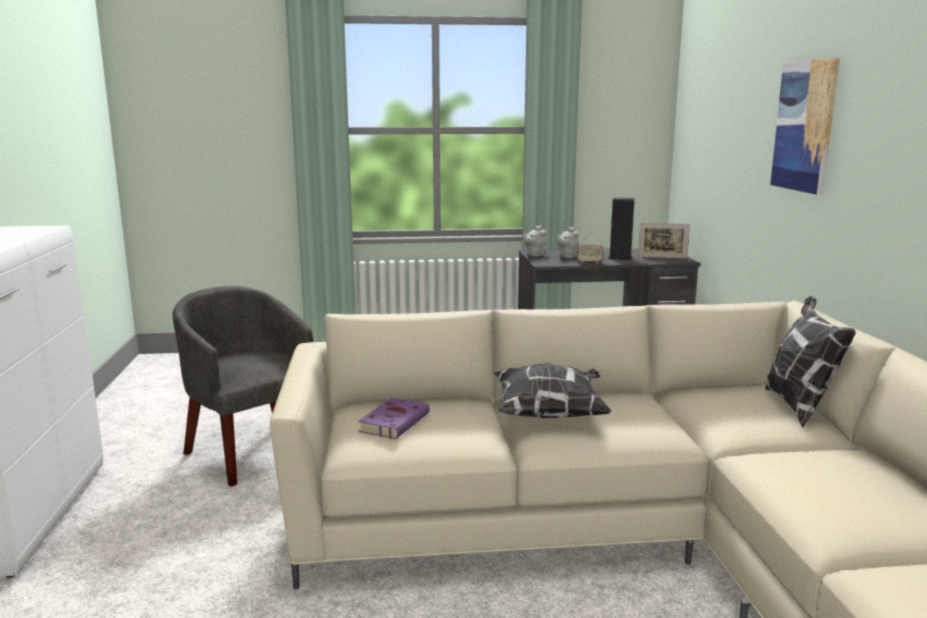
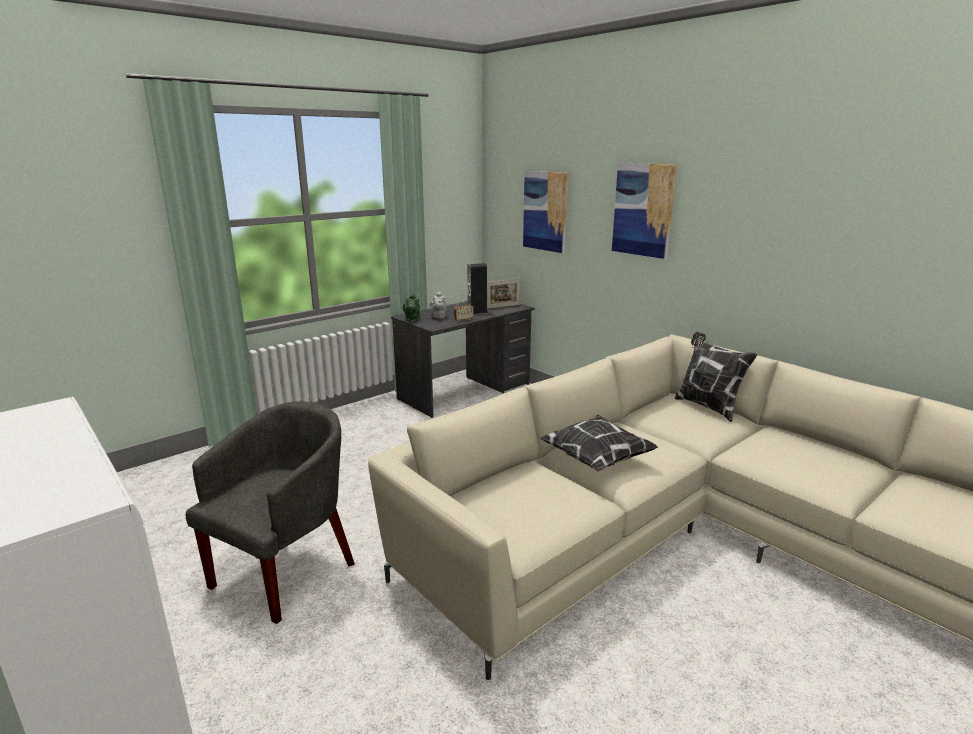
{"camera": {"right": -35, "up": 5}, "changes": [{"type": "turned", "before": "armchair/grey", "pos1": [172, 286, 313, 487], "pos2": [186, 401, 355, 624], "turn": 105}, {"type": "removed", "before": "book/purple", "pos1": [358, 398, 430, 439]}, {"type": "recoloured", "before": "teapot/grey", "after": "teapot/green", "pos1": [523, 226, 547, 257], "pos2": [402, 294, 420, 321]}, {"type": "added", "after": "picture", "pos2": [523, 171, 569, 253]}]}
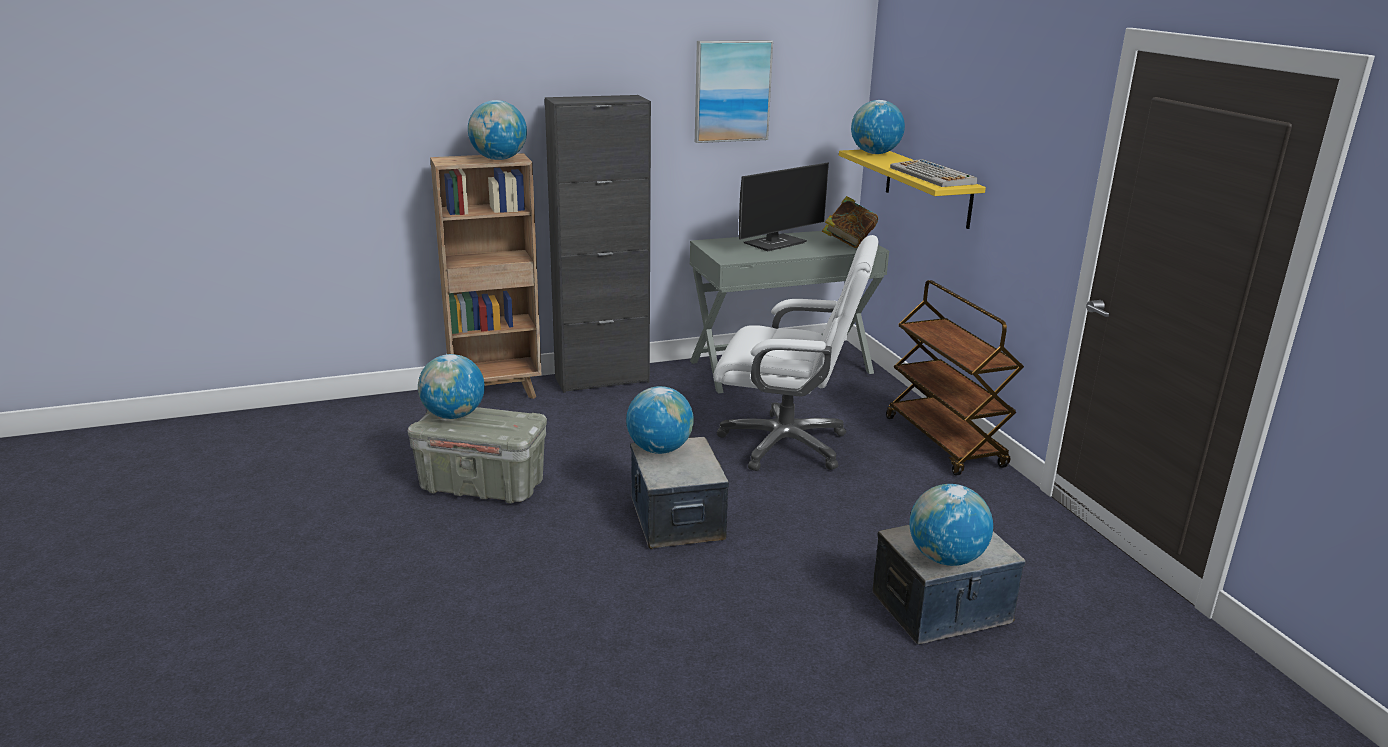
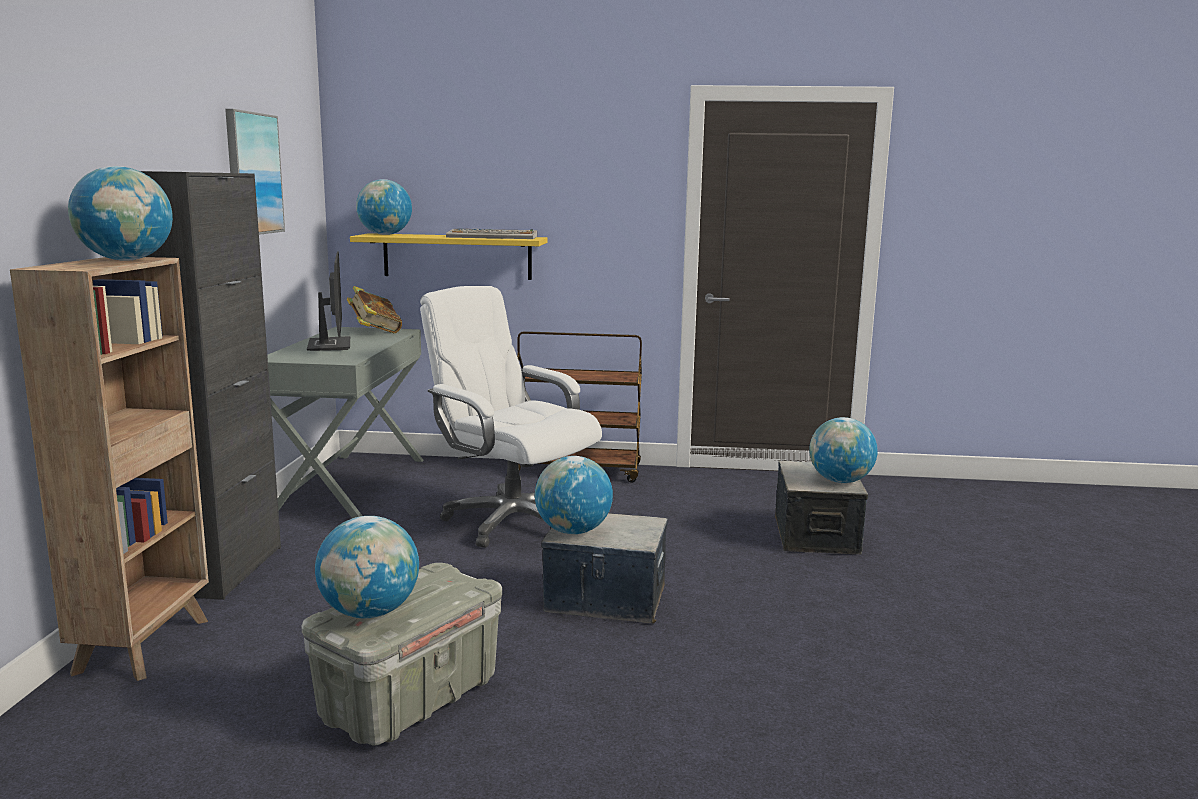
{"camera": {"right": -65, "up": -10}, "changes": [{"type": "turned", "before": "office chair/white", "pos1": [713, 235, 878, 471], "pos2": [420, 286, 602, 548], "turn": -90}]}
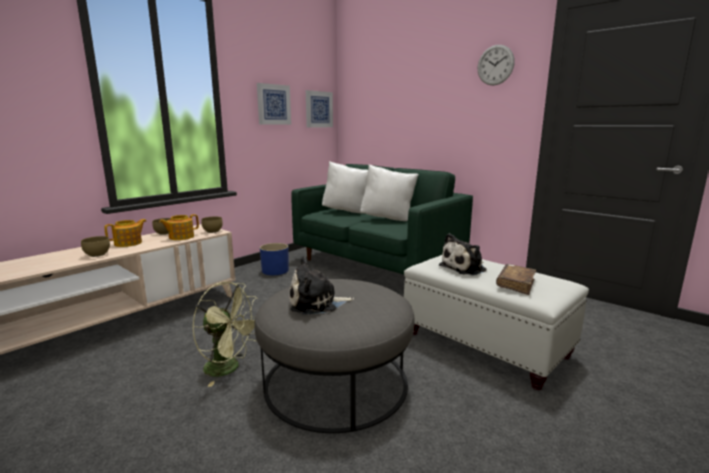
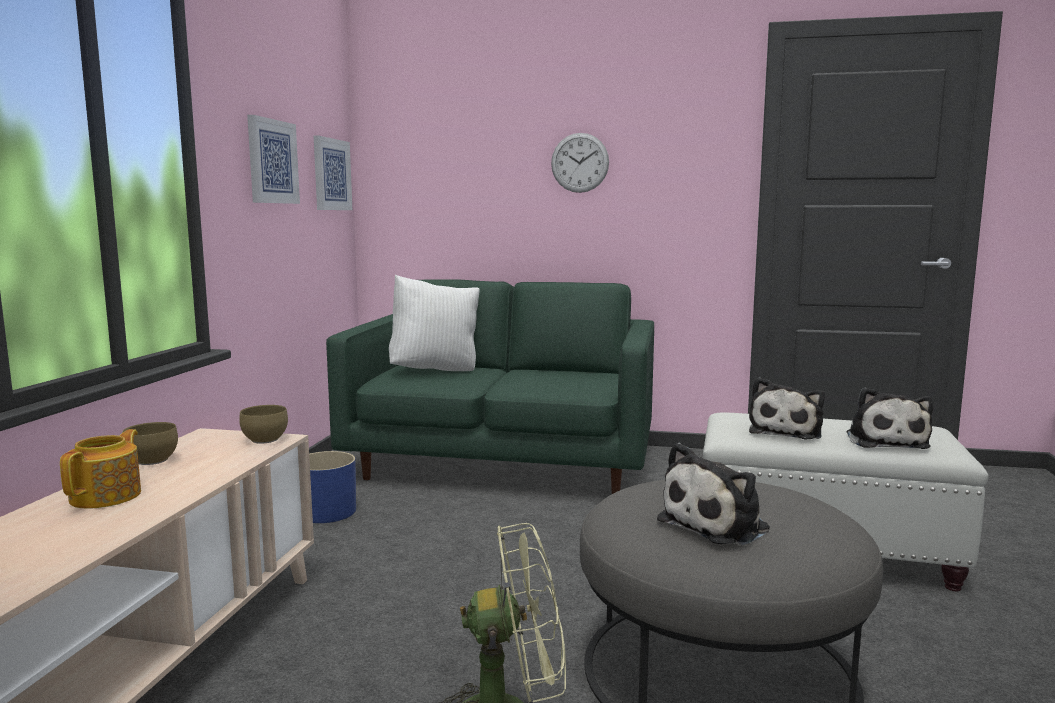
{"camera": {"right": -30, "up": -5}, "changes": [{"type": "removed", "before": "bowl/brown", "pos1": [81, 236, 110, 257]}, {"type": "removed", "before": "teapot", "pos1": [159, 214, 199, 240]}, {"type": "removed", "before": "pillow/white", "pos1": [360, 164, 419, 221]}, {"type": "moved", "before": "wall clock", "pos1": [478, 45, 515, 85], "pos2": [551, 133, 609, 193]}, {"type": "replaced", "before": "book/brown", "after": "plush toy", "pos1": [496, 264, 536, 295], "pos2": [847, 387, 933, 449]}]}
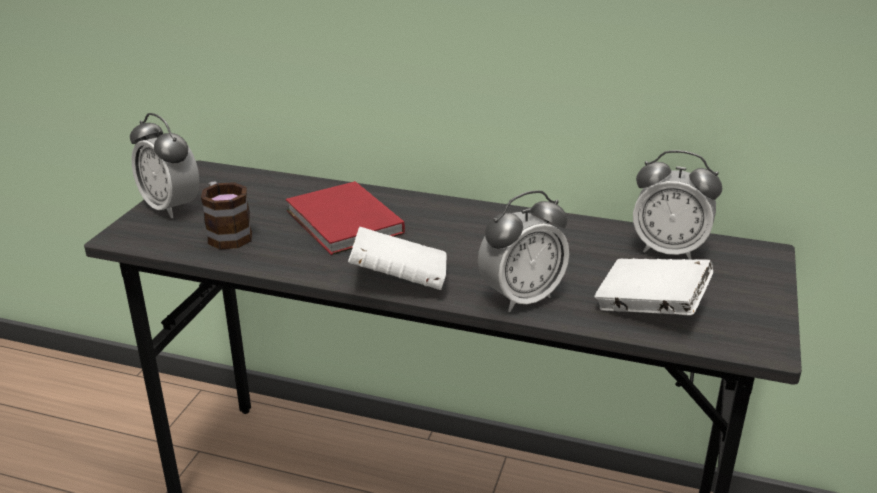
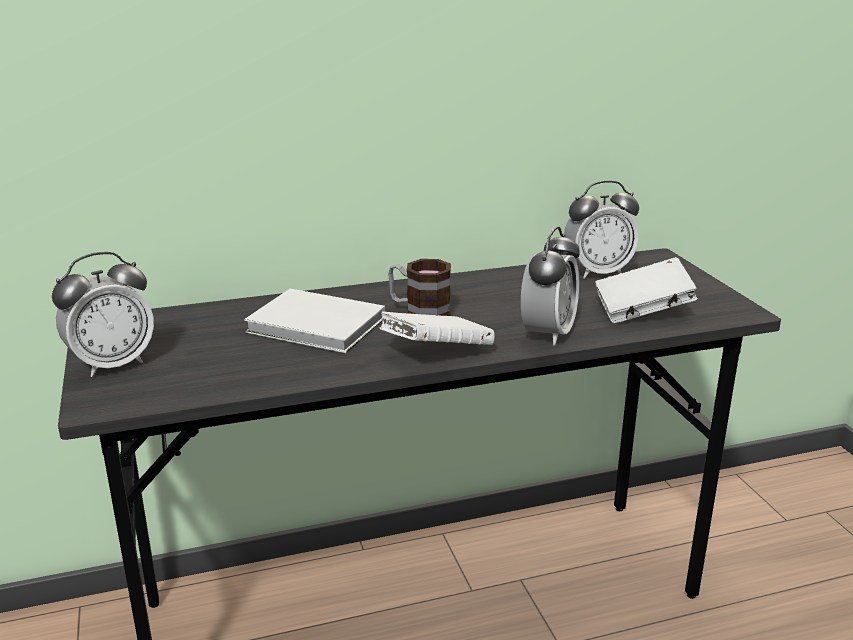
{"camera": {"right": -35, "up": -5}, "changes": [{"type": "turned", "before": "alarm clock", "pos1": [130, 113, 199, 218], "pos2": [52, 252, 154, 377], "turn": -45}, {"type": "moved", "before": "mug", "pos1": [201, 182, 252, 249], "pos2": [388, 259, 451, 316]}, {"type": "recoloured", "before": "book/red", "after": "book/white", "pos1": [286, 181, 405, 255], "pos2": [244, 289, 385, 353]}]}
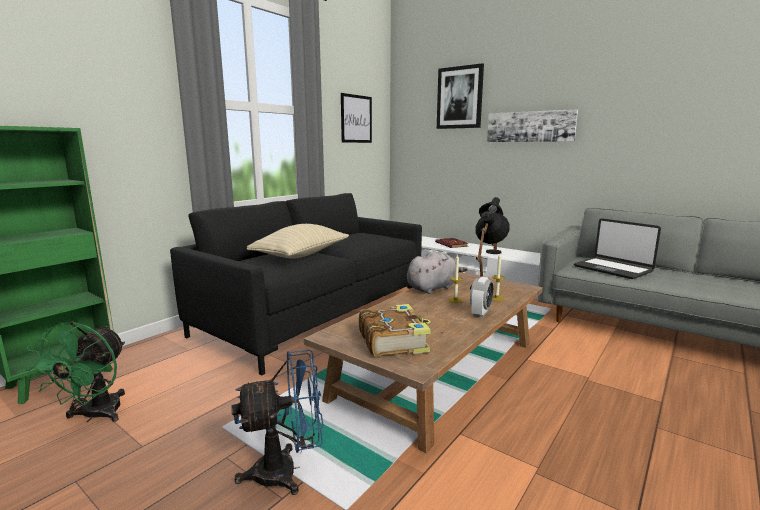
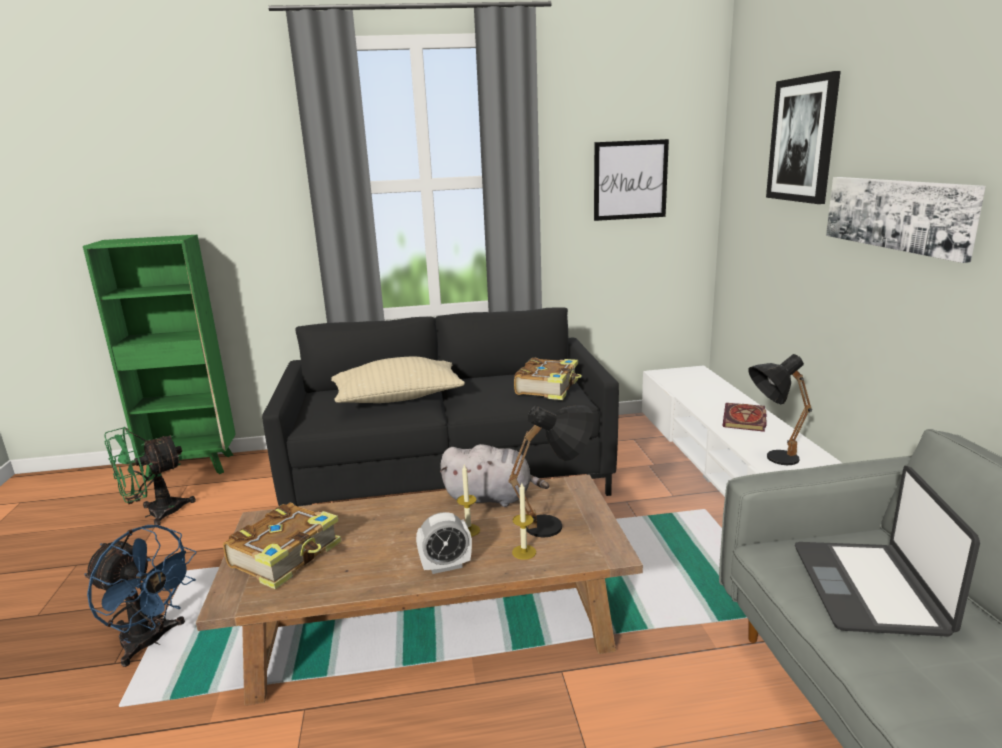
{"camera": {"right": 45, "up": 5}, "changes": [{"type": "added", "after": "book", "pos2": [514, 358, 582, 400]}]}
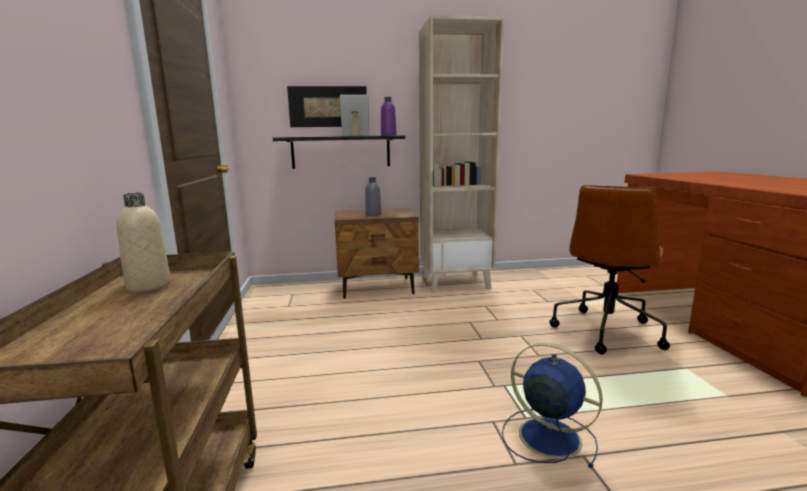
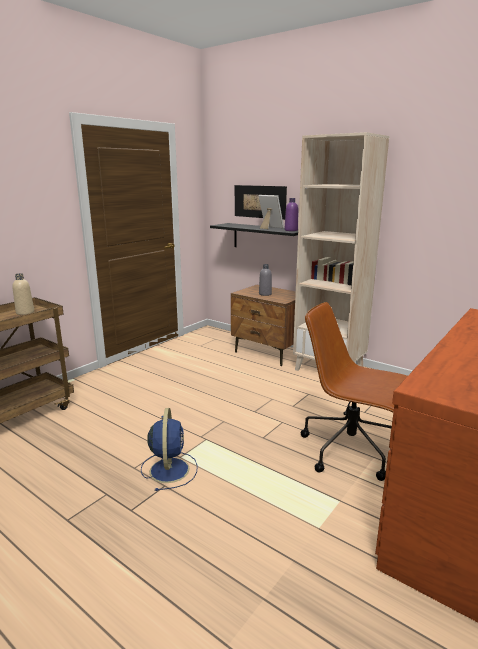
{"camera": {"right": 45, "up": 5}, "changes": [{"type": "turned", "before": "office chair/brown", "pos1": [550, 185, 670, 354], "pos2": [301, 302, 407, 481], "turn": 45}]}
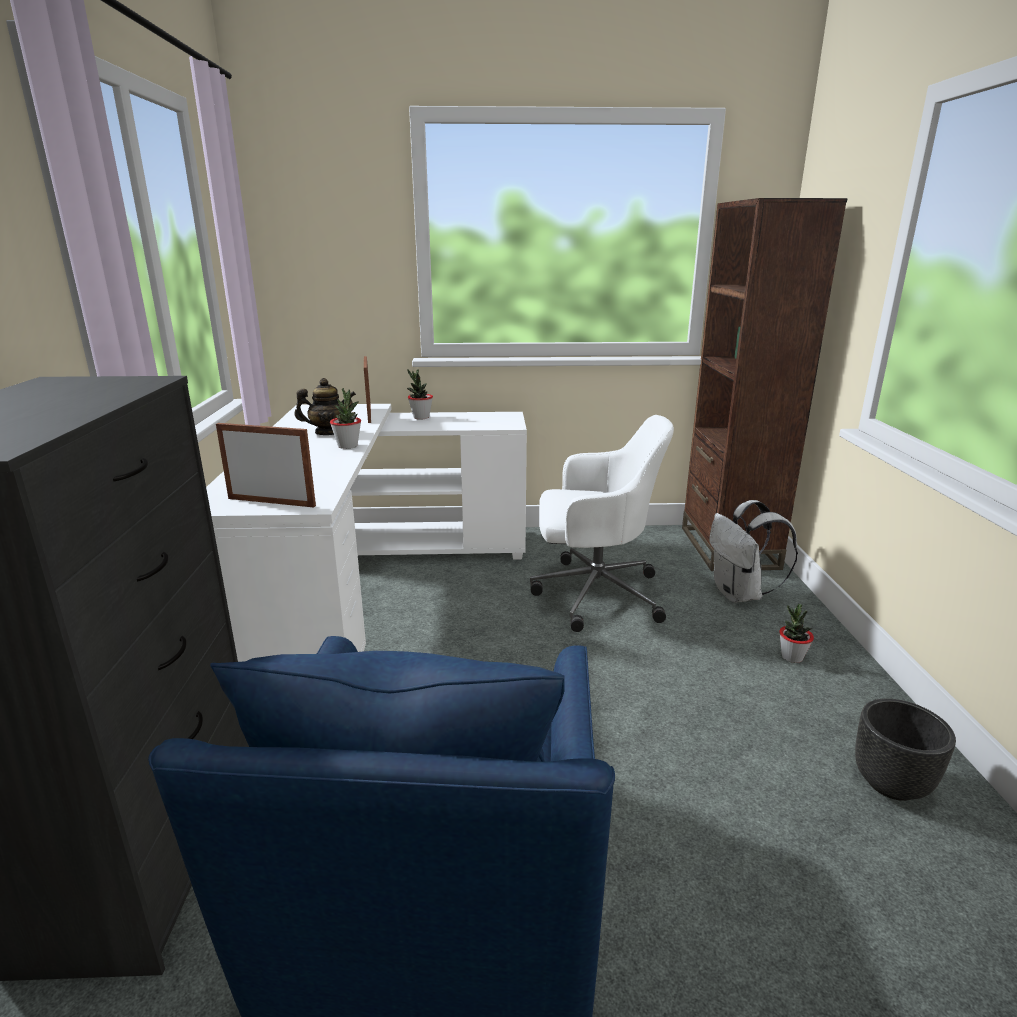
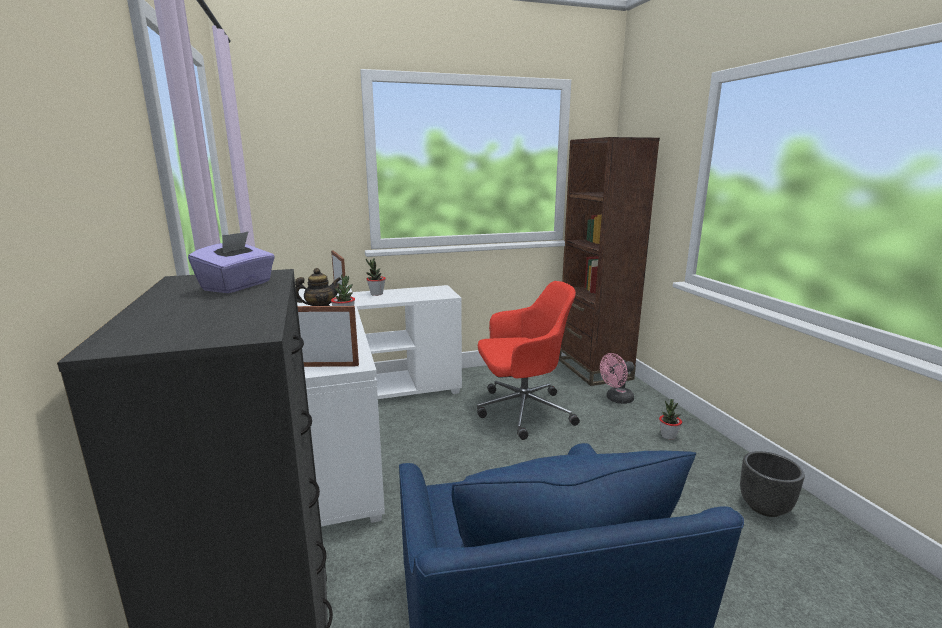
{"camera": {"right": -15, "up": -5}, "changes": [{"type": "recoloured", "before": "office chair/white", "after": "office chair/red", "pos1": [530, 415, 674, 632], "pos2": [477, 281, 580, 440]}, {"type": "replaced", "before": "backpack/white", "after": "fan/pink", "pos1": [709, 500, 798, 603], "pos2": [600, 353, 634, 404]}, {"type": "added", "after": "tissue box/purple", "pos2": [188, 231, 275, 293]}]}
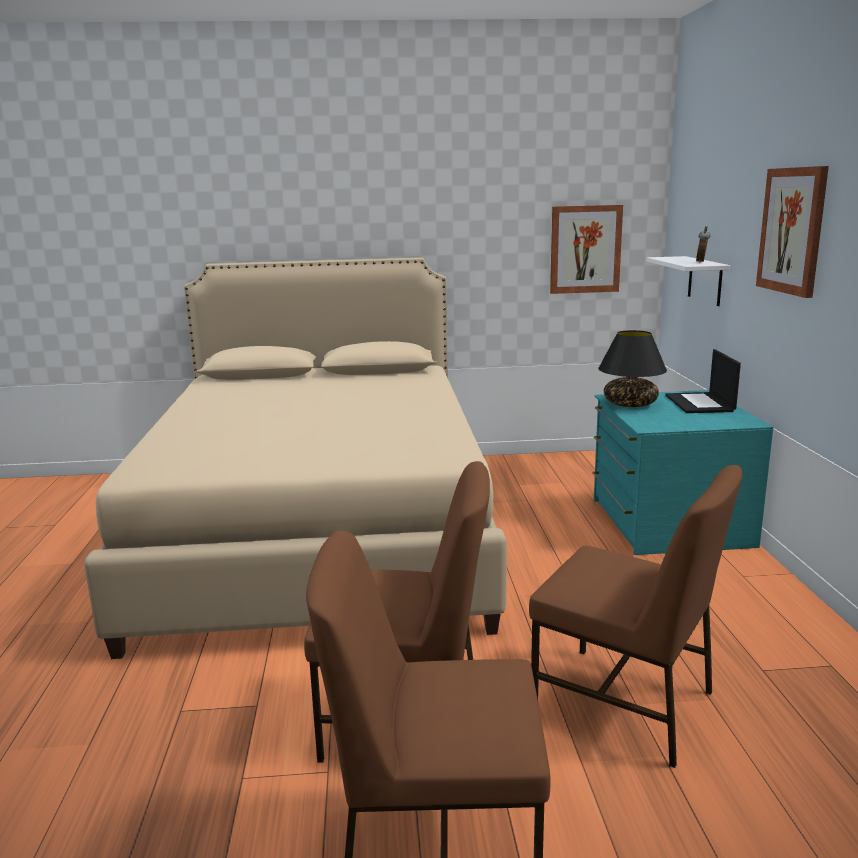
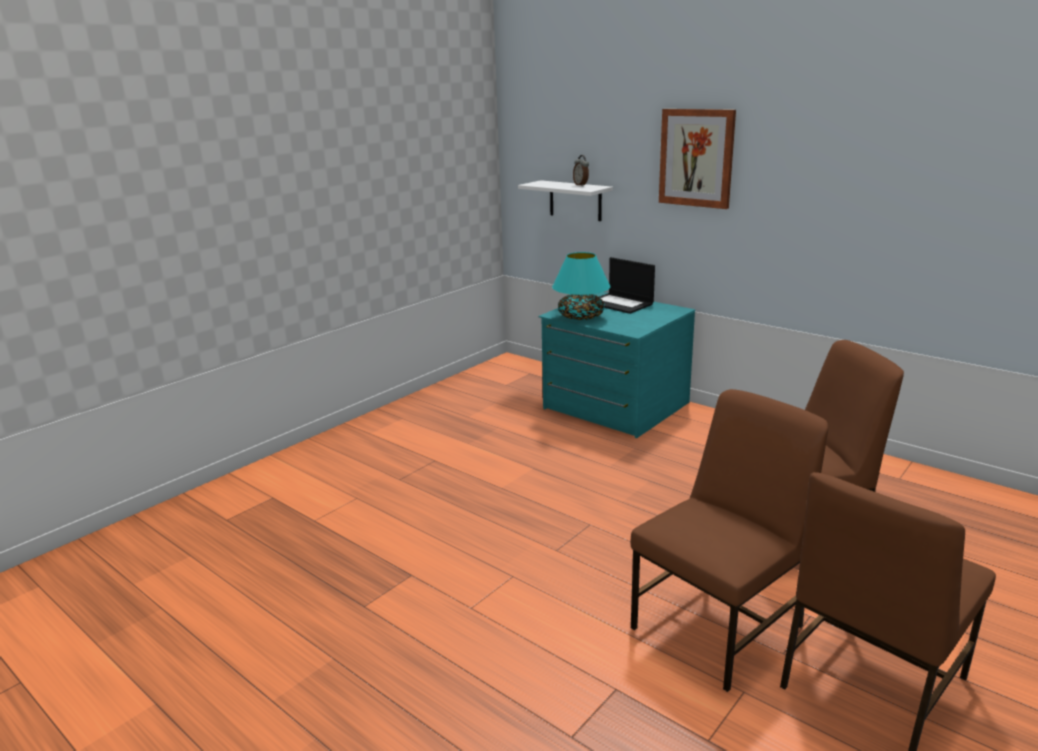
{"camera": {"right": -45, "up": 5}, "changes": [{"type": "removed", "before": "bed/beige", "pos1": [84, 257, 507, 659]}, {"type": "removed", "before": "picture", "pos1": [550, 205, 623, 294]}, {"type": "recoloured", "before": "table lamp/black", "after": "table lamp/turquoise", "pos1": [598, 330, 667, 407], "pos2": [552, 252, 611, 320]}]}
